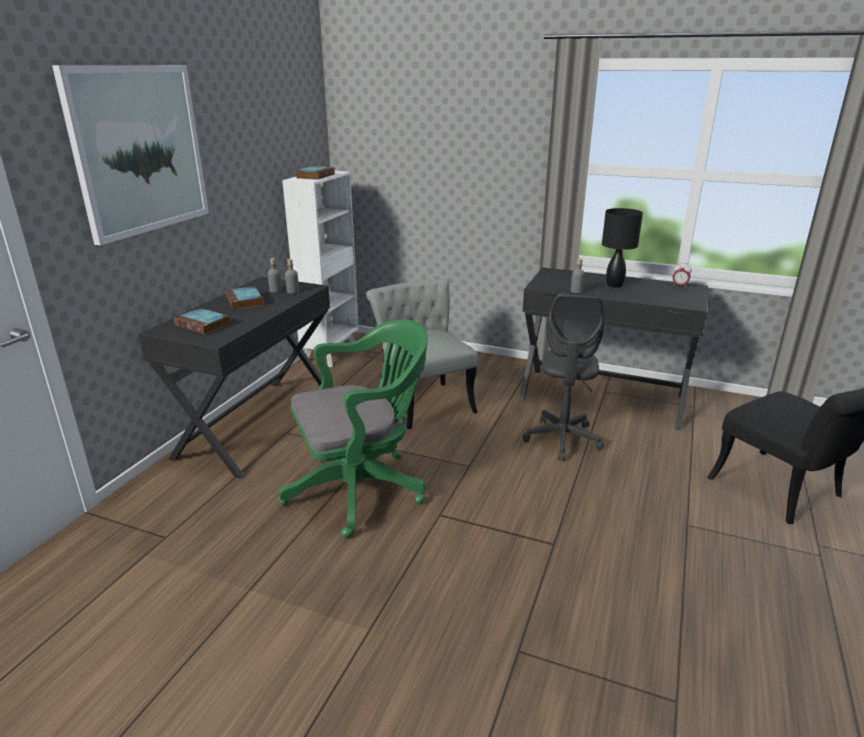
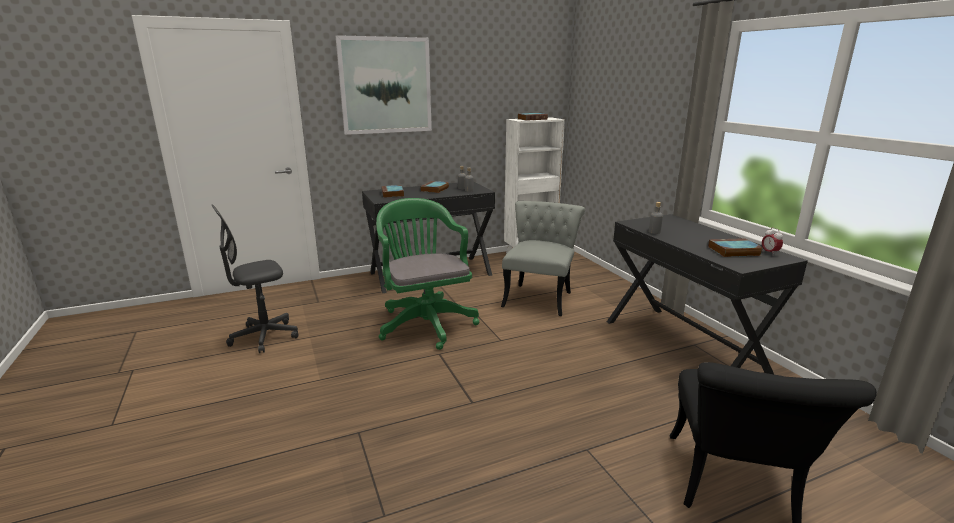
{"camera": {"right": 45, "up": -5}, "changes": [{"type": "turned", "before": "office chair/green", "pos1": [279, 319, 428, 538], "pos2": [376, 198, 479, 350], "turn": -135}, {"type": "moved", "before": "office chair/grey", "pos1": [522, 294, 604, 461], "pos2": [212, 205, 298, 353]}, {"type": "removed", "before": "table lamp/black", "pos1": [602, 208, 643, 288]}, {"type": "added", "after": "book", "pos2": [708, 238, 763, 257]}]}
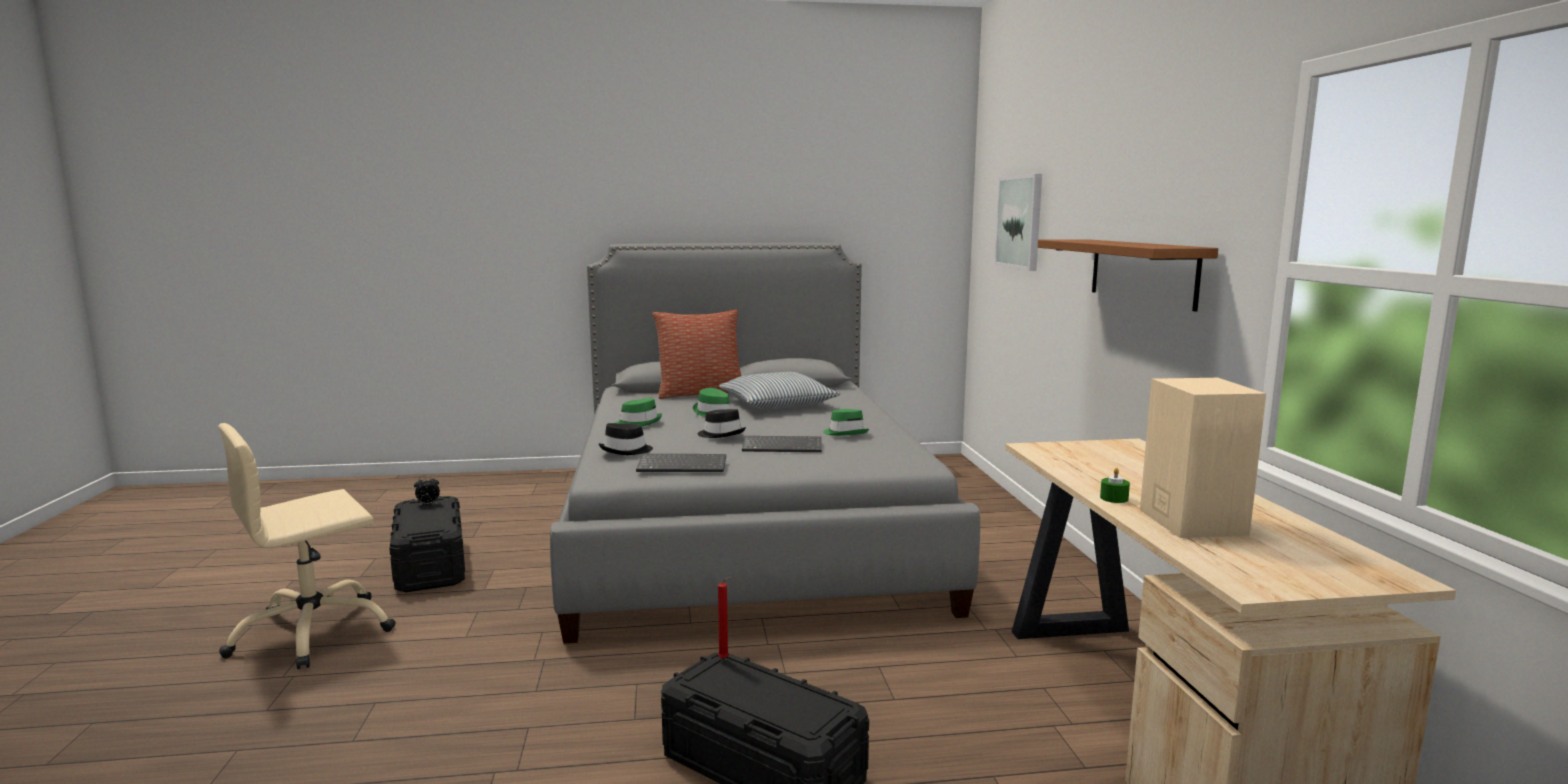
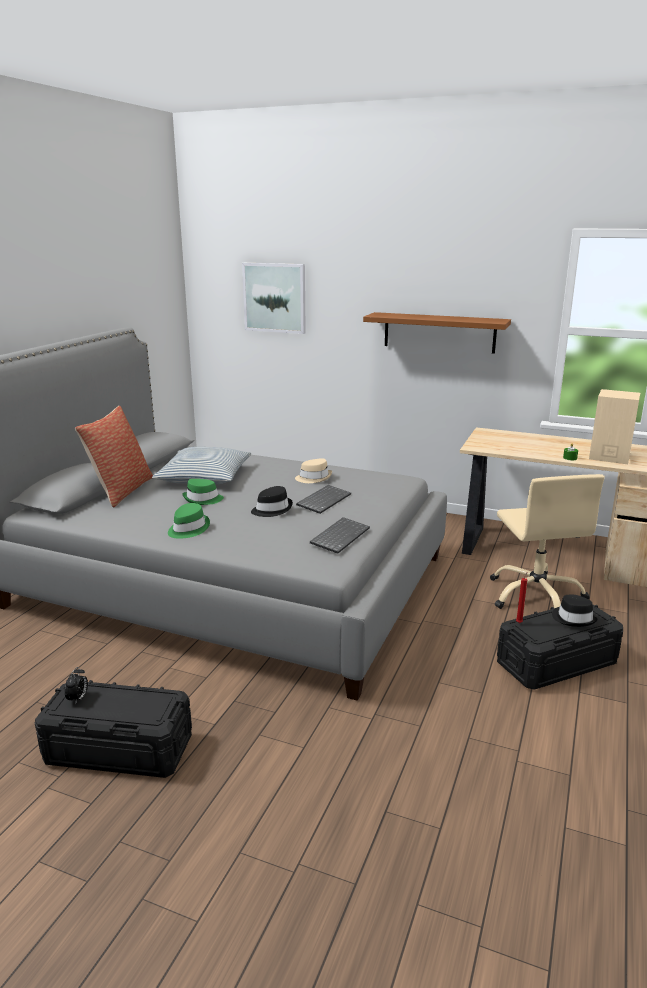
{"camera": {"right": -60, "up": 10}, "changes": [{"type": "moved", "before": "office chair/beige", "pos1": [218, 423, 396, 669], "pos2": [490, 474, 605, 609]}, {"type": "moved", "before": "hat/black", "pos1": [599, 423, 653, 455], "pos2": [552, 594, 598, 627]}, {"type": "recoloured", "before": "hat/green", "after": "hat/beige", "pos1": [823, 409, 869, 436], "pos2": [295, 458, 332, 483]}]}
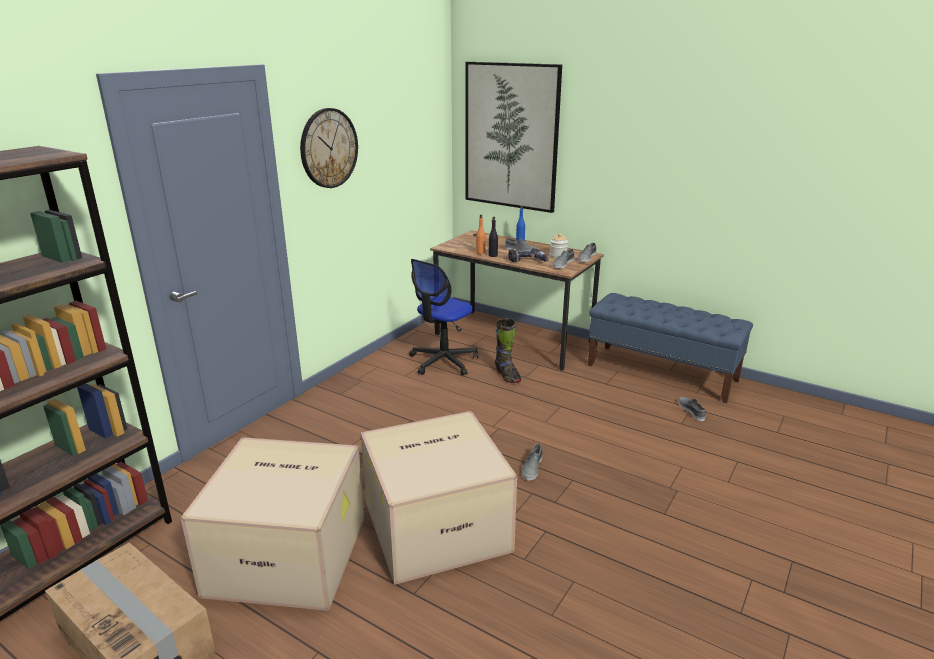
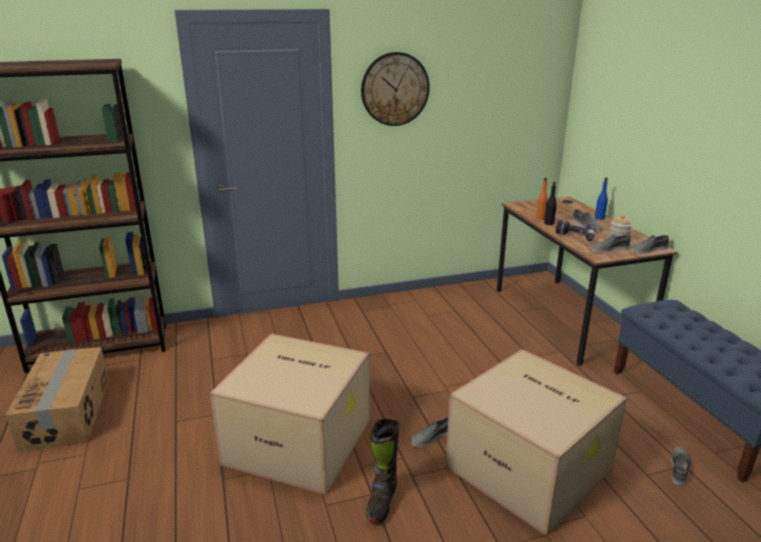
{"camera": {"right": 40, "up": 0}, "changes": [{"type": "moved", "before": "cardboard box", "pos1": [181, 437, 365, 611], "pos2": [446, 349, 627, 536]}, {"type": "removed", "before": "office chair", "pos1": [409, 259, 478, 376]}, {"type": "removed", "before": "picture", "pos1": [465, 62, 562, 213]}, {"type": "moved", "before": "boot/black", "pos1": [495, 318, 521, 383], "pos2": [366, 418, 400, 524]}]}
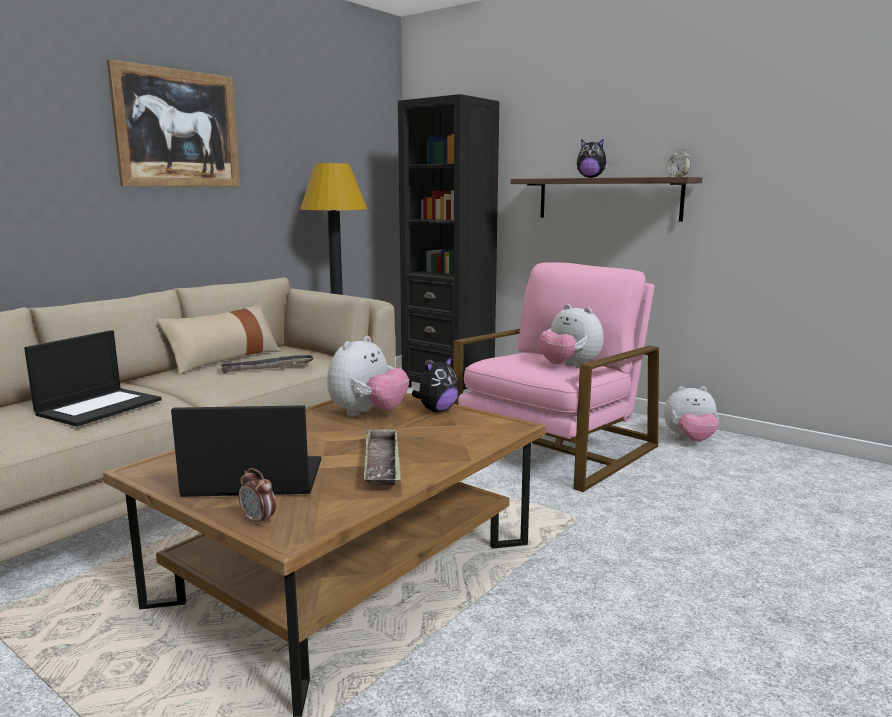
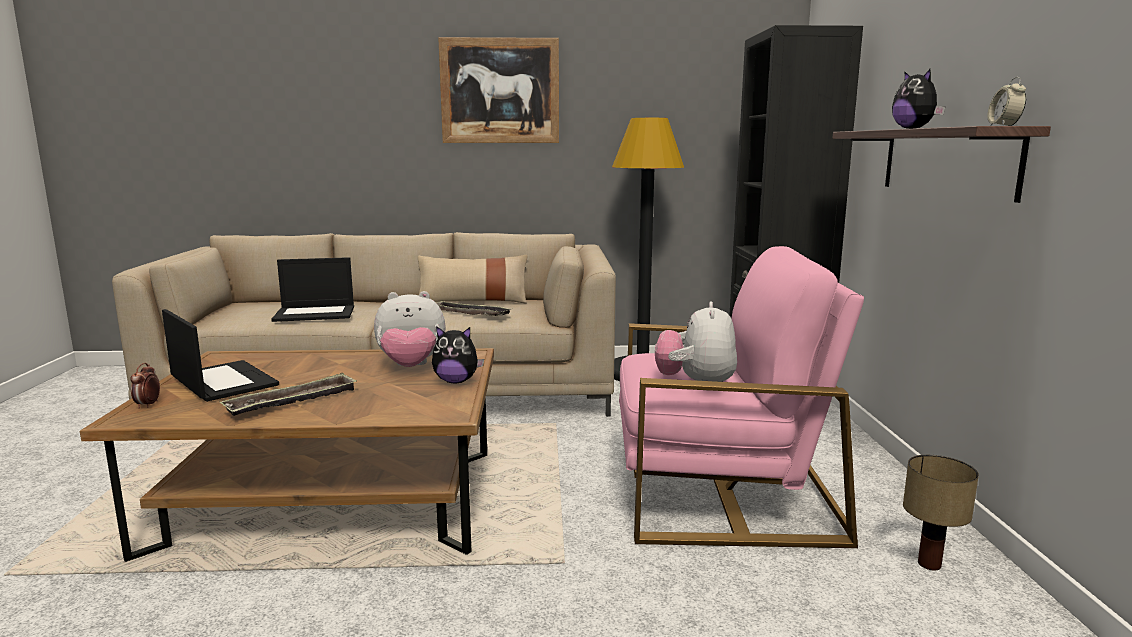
{"camera": {"right": 50, "up": 0}, "changes": [{"type": "replaced", "before": "plush toy", "after": "table lamp", "pos1": [664, 386, 719, 442], "pos2": [903, 455, 979, 570]}]}
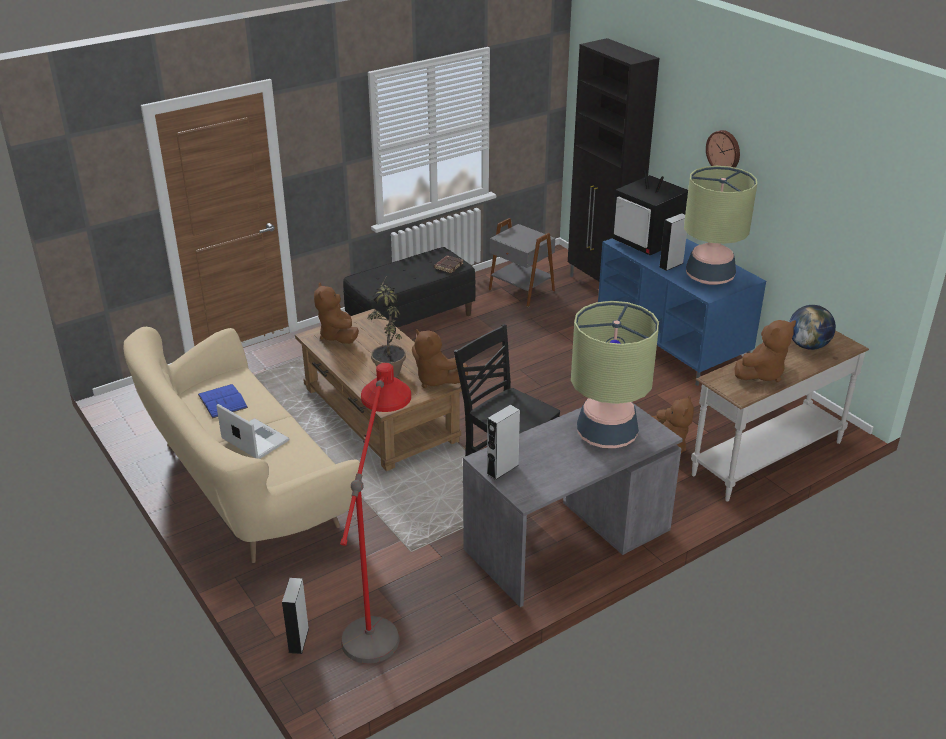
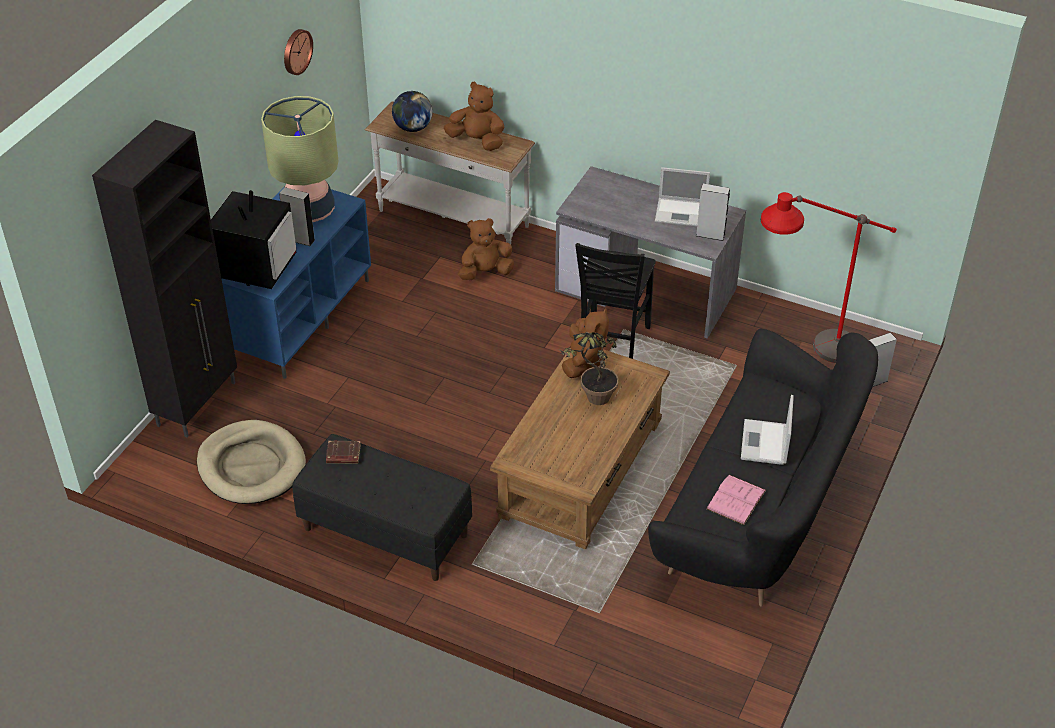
{"camera": {"right": -120, "up": 10}, "changes": [{"type": "recoloured", "before": "sofa/beige", "after": "sofa/black", "pos1": [123, 327, 360, 563], "pos2": [648, 329, 878, 606]}, {"type": "recoloured", "before": "book/blue", "after": "book/pink", "pos1": [198, 384, 248, 419], "pos2": [706, 475, 766, 525]}, {"type": "removed", "before": "plush toy/brown", "pos1": [314, 283, 359, 344]}, {"type": "replaced", "before": "side table/grey", "after": "dog bed/beige", "pos1": [489, 218, 555, 307], "pos2": [197, 420, 306, 504]}, {"type": "removed", "before": "table lamp", "pos1": [571, 301, 659, 448]}, {"type": "moved", "before": "wall clock", "pos1": [706, 130, 740, 168], "pos2": [284, 29, 313, 75]}, {"type": "added", "after": "laptop", "pos2": [655, 167, 710, 227]}]}
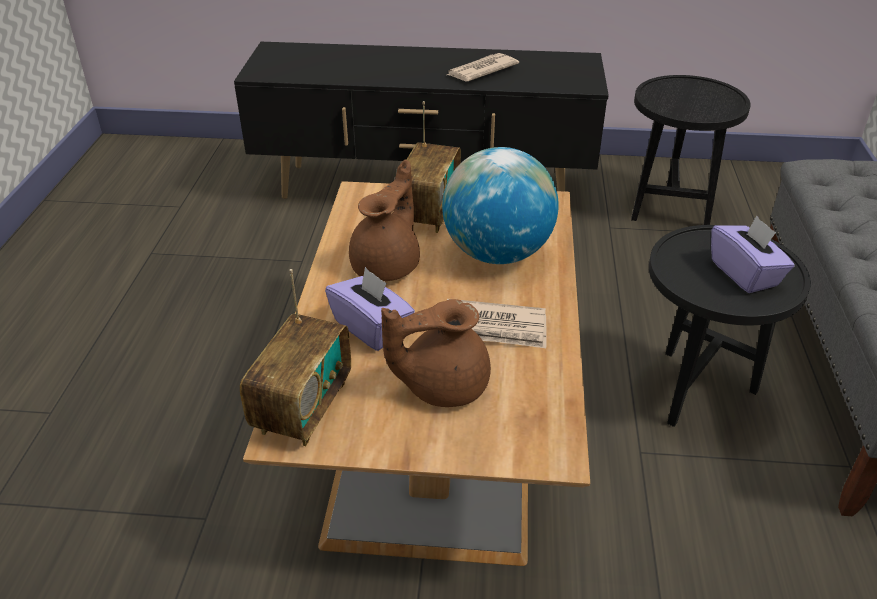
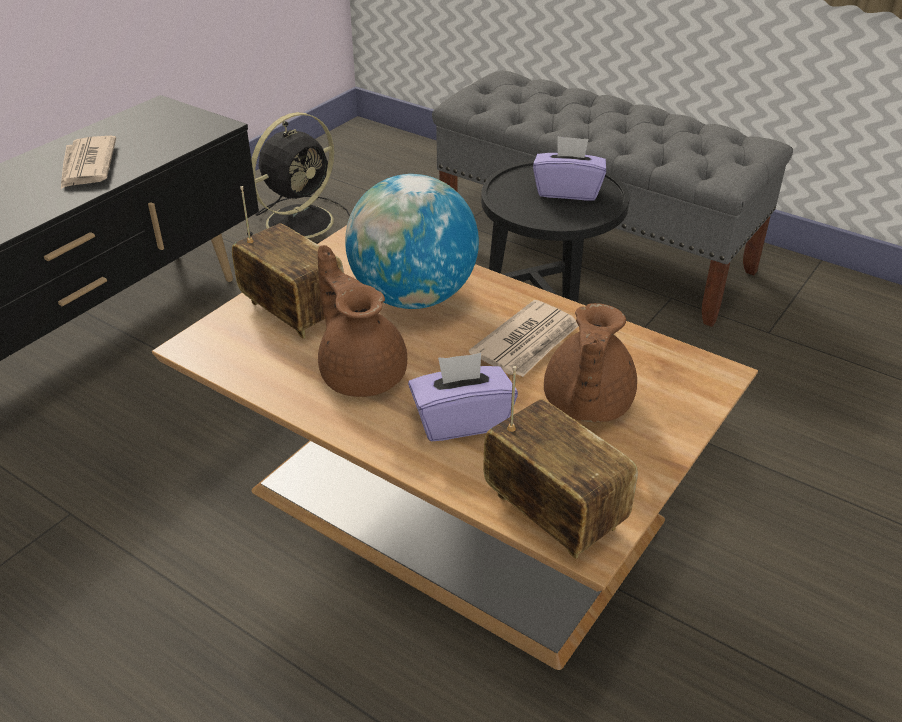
{"camera": {"right": -60, "up": 0}, "changes": [{"type": "replaced", "before": "side table/black", "after": "fan/black", "pos1": [631, 75, 751, 225], "pos2": [246, 112, 350, 244]}]}
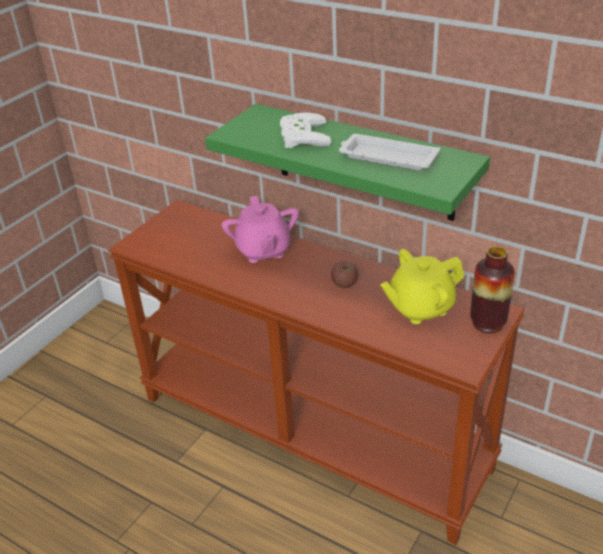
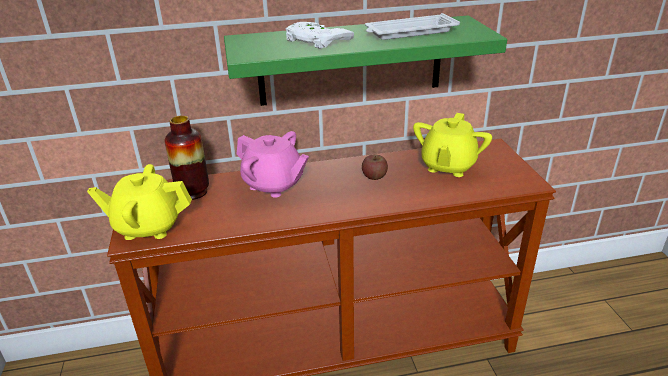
{"camera": {"right": -45, "up": -5}, "changes": [{"type": "moved", "before": "vase", "pos1": [470, 246, 515, 333], "pos2": [165, 116, 209, 200]}, {"type": "added", "after": "teapot/yellow", "pos2": [87, 164, 192, 240]}]}
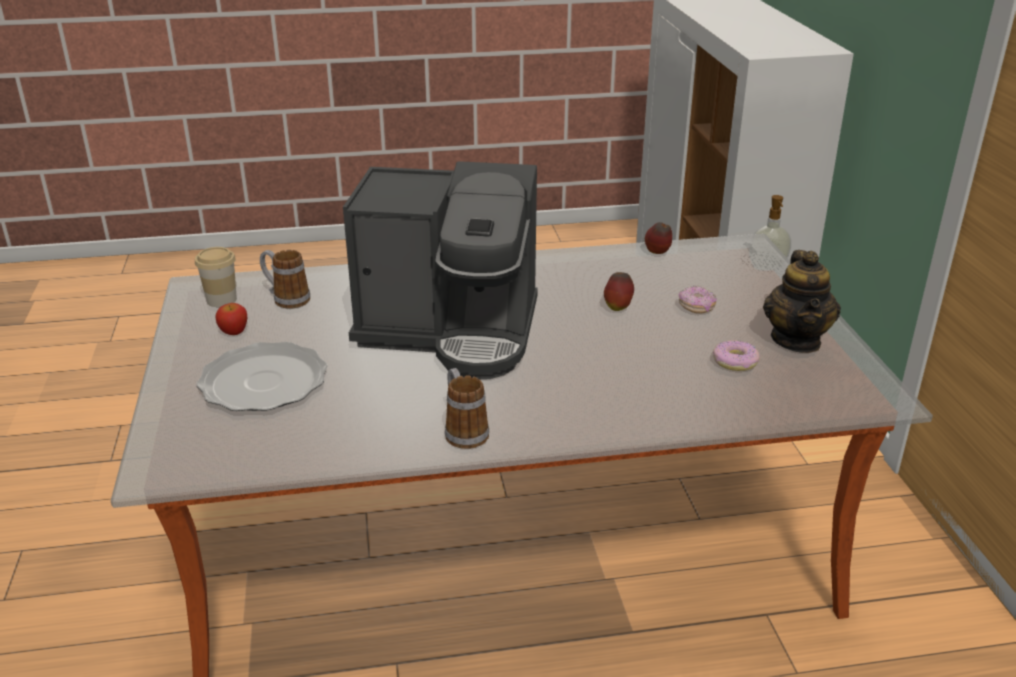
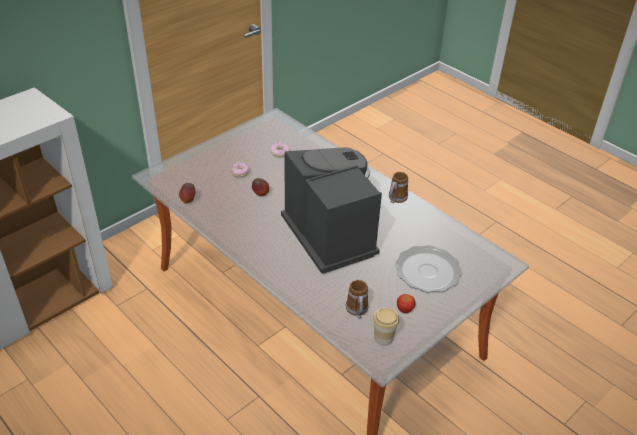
{"camera": {"right": -125, "up": 10}, "changes": [{"type": "removed", "before": "soap dispenser", "pos1": [749, 195, 791, 271]}, {"type": "removed", "before": "teapot", "pos1": [763, 250, 841, 353]}]}
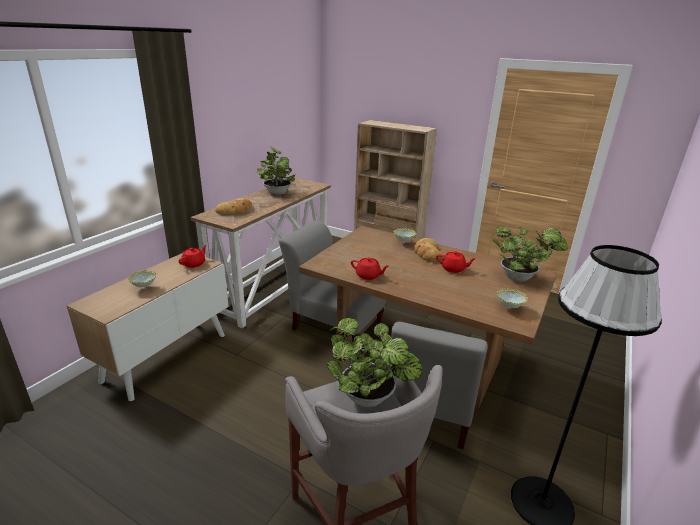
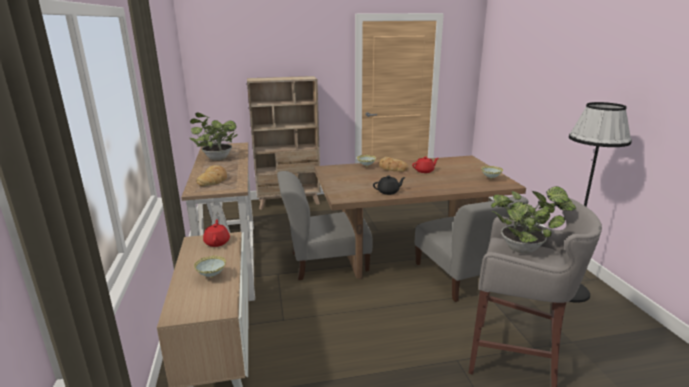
{"camera": {"right": -40, "up": -5}, "changes": [{"type": "recoloured", "before": "teapot/red", "after": "teapot/black", "pos1": [351, 257, 389, 280], "pos2": [373, 176, 406, 195]}, {"type": "removed", "before": "potted plant", "pos1": [492, 226, 568, 282]}]}
